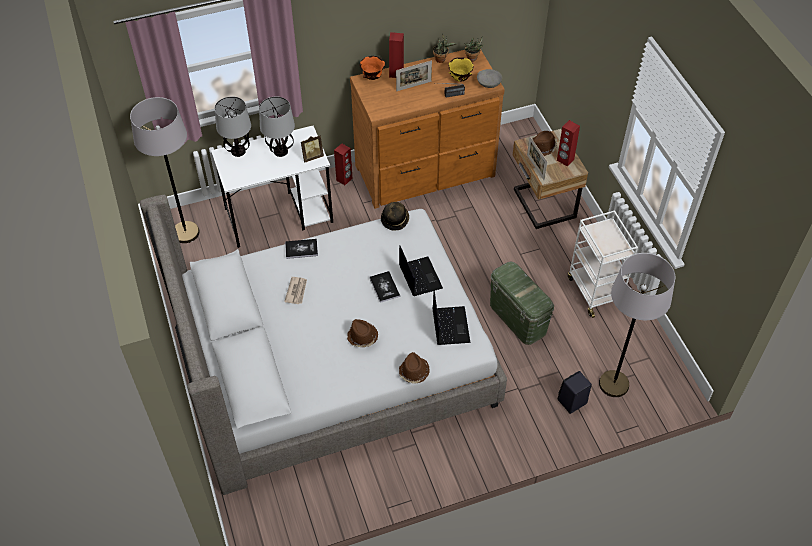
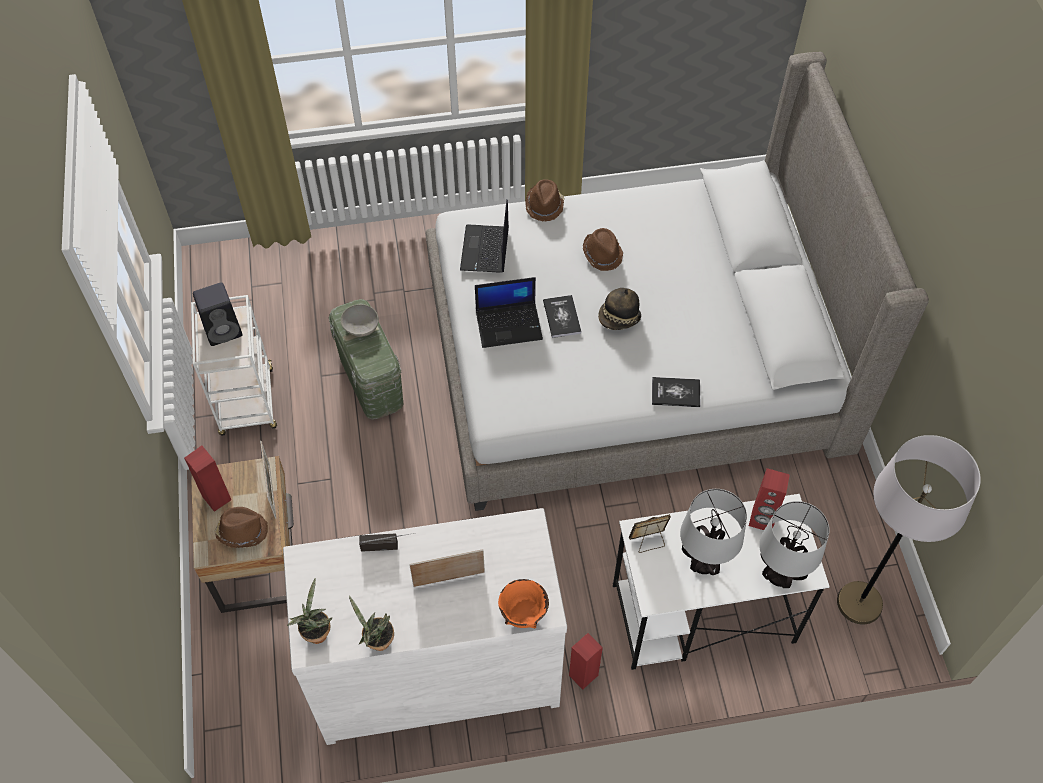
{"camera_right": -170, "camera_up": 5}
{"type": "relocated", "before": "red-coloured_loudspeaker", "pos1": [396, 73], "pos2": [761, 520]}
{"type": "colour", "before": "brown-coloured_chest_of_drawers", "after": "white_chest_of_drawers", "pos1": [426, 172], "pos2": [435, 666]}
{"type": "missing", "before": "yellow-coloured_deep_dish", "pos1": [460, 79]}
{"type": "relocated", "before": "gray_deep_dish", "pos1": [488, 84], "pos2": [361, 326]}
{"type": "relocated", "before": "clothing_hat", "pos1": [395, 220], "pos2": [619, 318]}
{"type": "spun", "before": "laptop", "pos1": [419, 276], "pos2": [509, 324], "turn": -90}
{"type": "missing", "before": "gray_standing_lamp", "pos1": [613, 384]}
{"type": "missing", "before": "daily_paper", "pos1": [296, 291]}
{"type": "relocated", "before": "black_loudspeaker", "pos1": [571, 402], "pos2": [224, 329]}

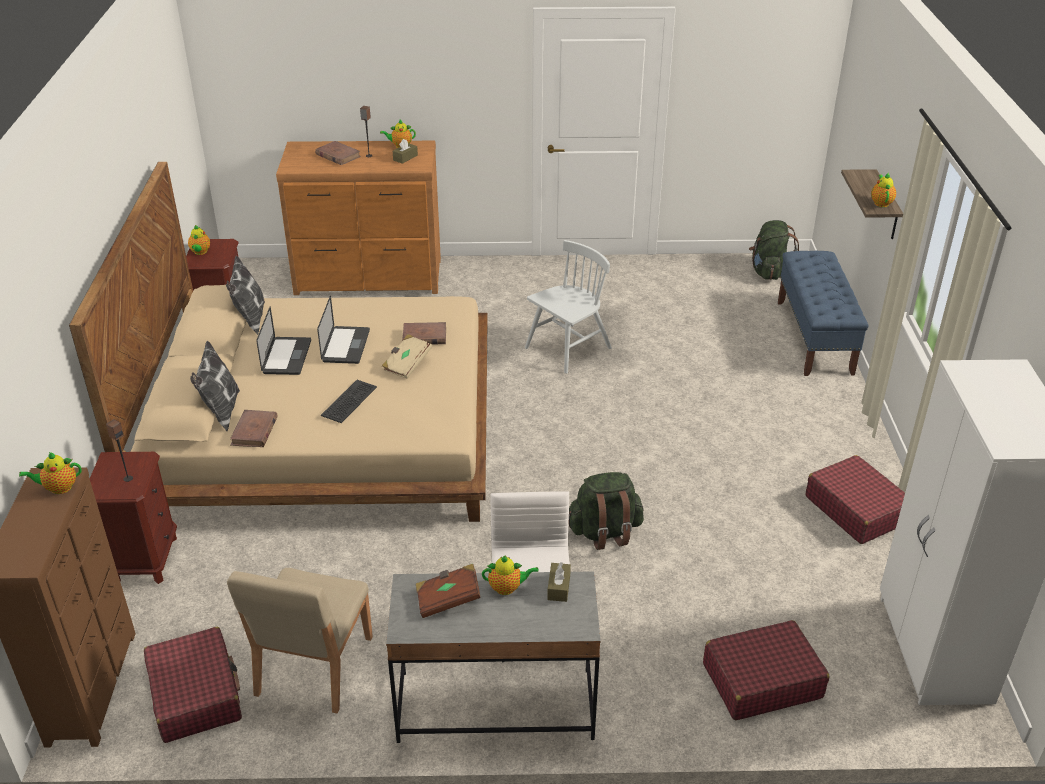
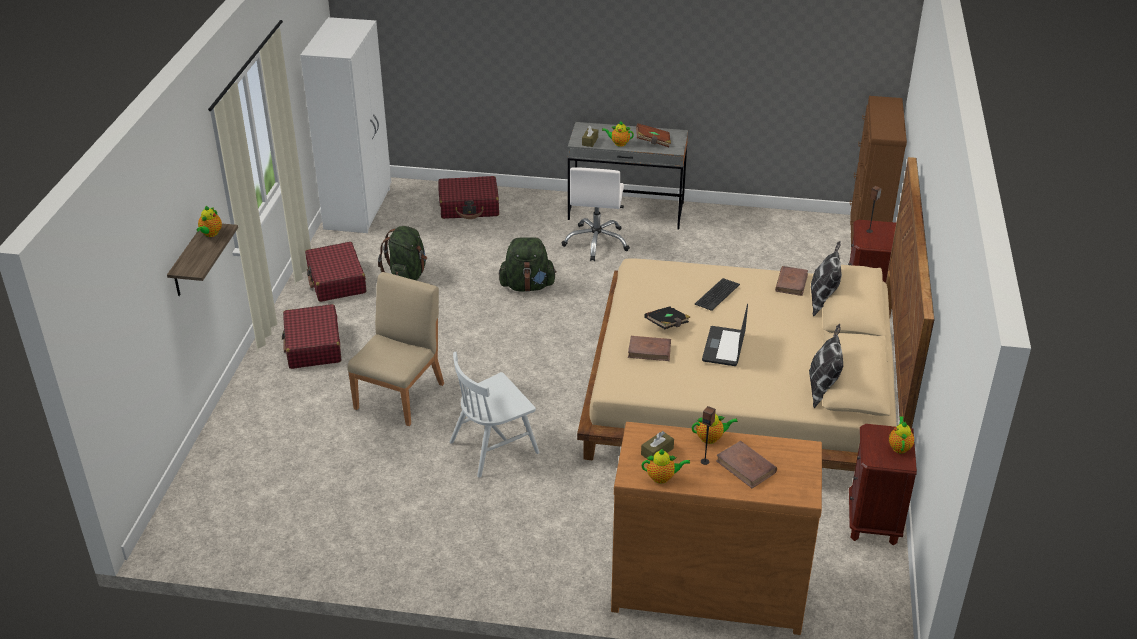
{"camera_right": -170, "camera_up": 0}
{"type": "relocated", "before": "greenish_backpack", "pos1": [769, 272], "pos2": [407, 276]}
{"type": "missing", "before": "blue-coloured_indoor_bench", "pos1": [814, 337]}
{"type": "missing", "before": "laptop", "pos1": [287, 357]}
{"type": "colour", "before": "beige_volume", "after": "black_volume", "pos1": [407, 364], "pos2": [667, 325]}
{"type": "relocated", "before": "tea_pot", "pos1": [58, 488], "pos2": [711, 438]}
{"type": "relocated", "before": "beige_plain_chair", "pos1": [313, 667], "pos2": [400, 395]}
{"type": "relocated", "before": "red-coloured_travel_case", "pos1": [195, 694], "pos2": [313, 346]}

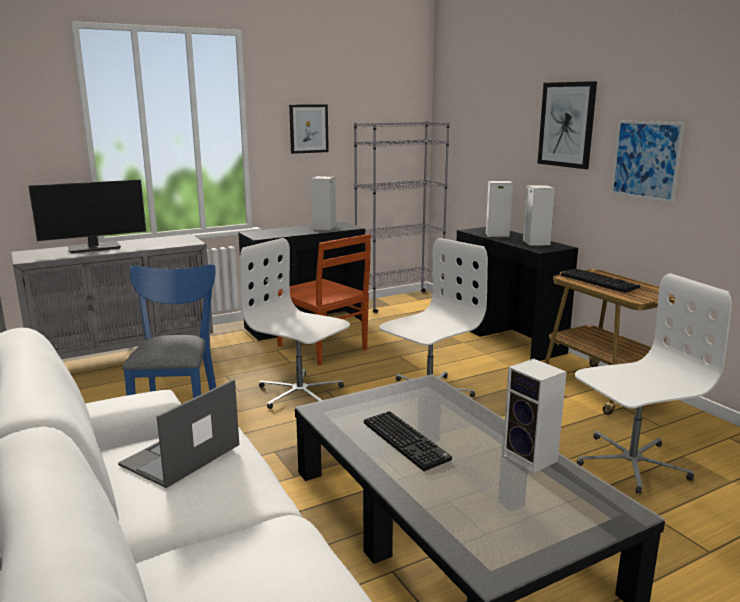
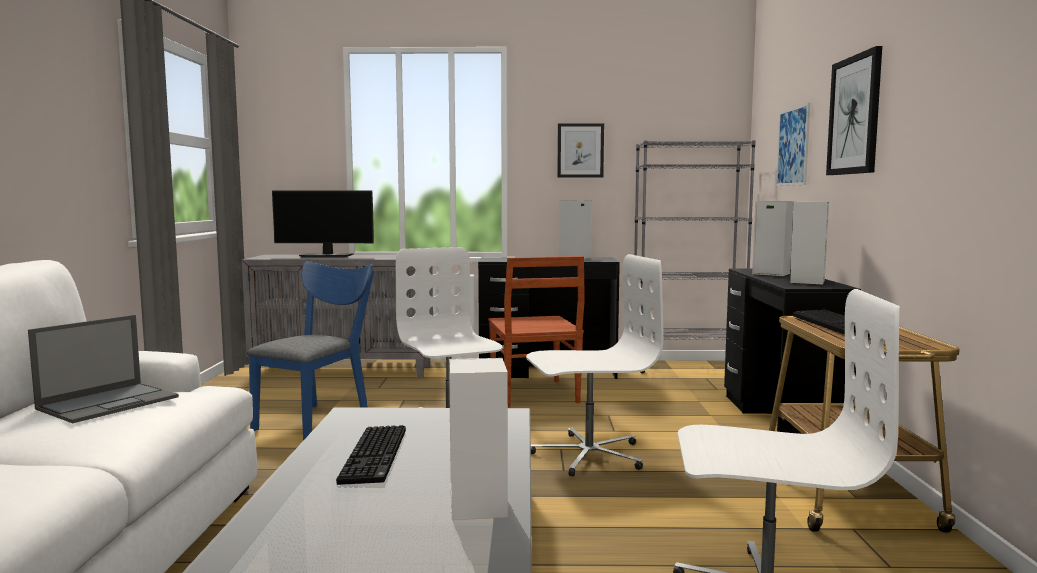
{"camera_right": 30, "camera_up": -10}
{"type": "relocated", "before": "picture", "pos1": [645, 160], "pos2": [793, 146]}
{"type": "spun", "before": "laptop", "pos1": [180, 456], "pos2": [110, 402], "turn": 150}

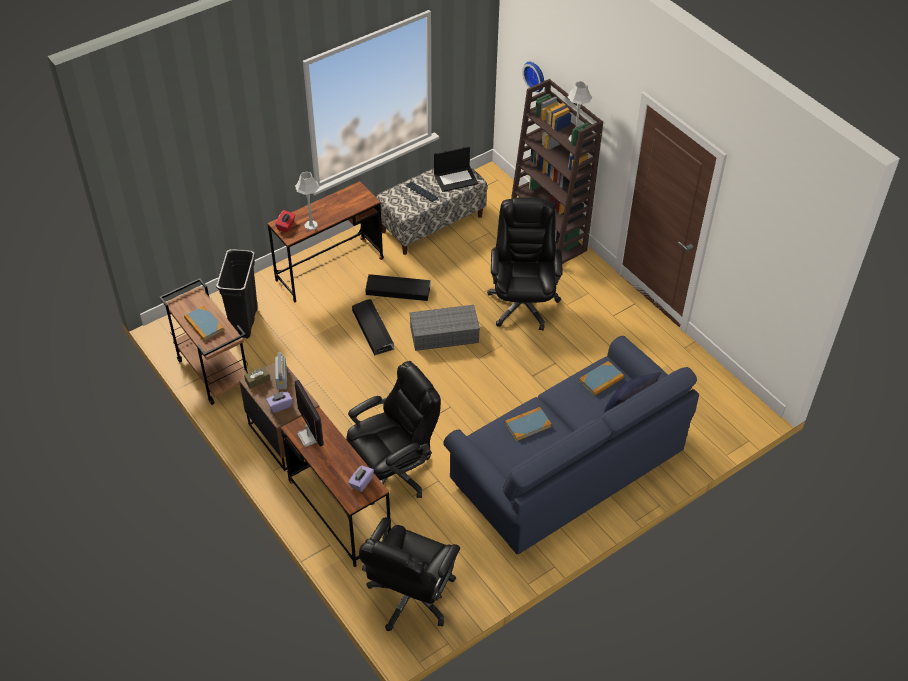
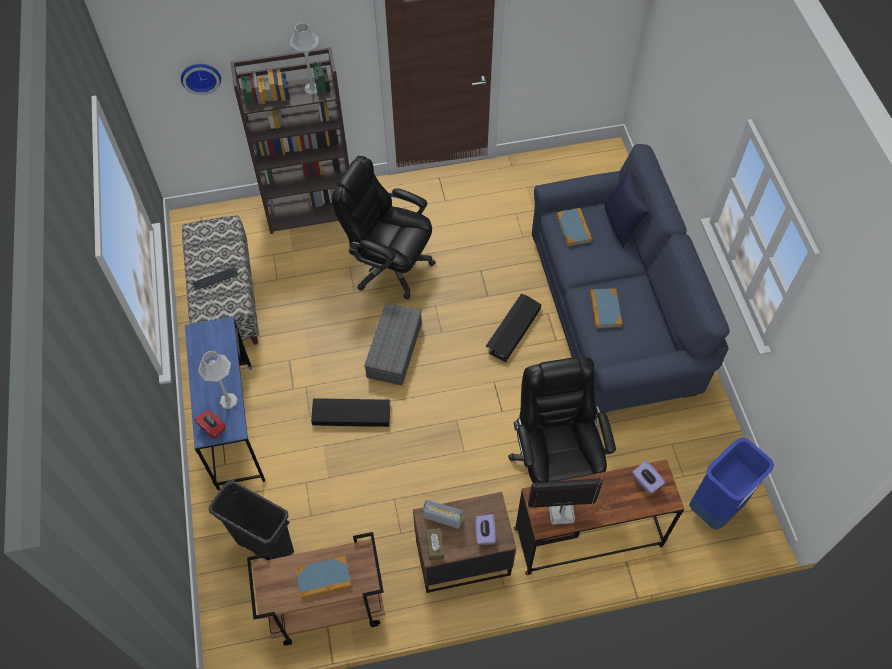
{"camera_right": -65, "camera_up": 10}
{"type": "missing", "before": "laptop", "pos1": [456, 179]}
{"type": "colour", "before": "brown-coloured_desk", "after": "blue-coloured_desk", "pos1": [329, 269], "pos2": [235, 426]}
{"type": "relocated", "before": "black_storage_box", "pos1": [398, 290], "pos2": [512, 330]}
{"type": "exchanged", "before": "black_office_chair", "after": "blue-coloured_trash_can", "pos1": [410, 597], "pos2": [715, 507]}

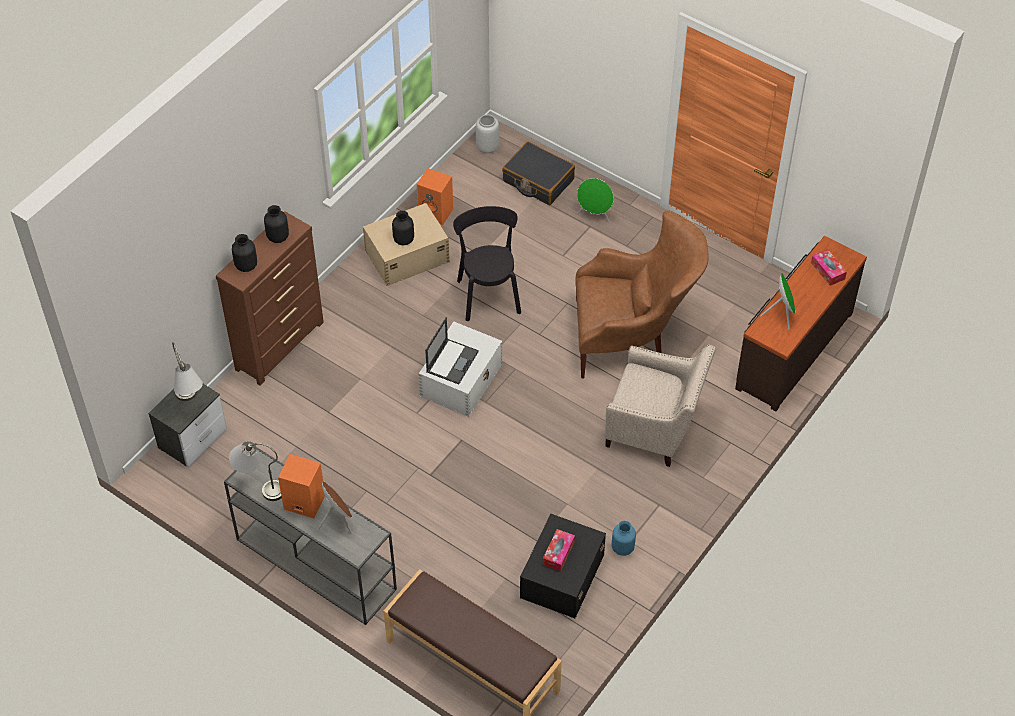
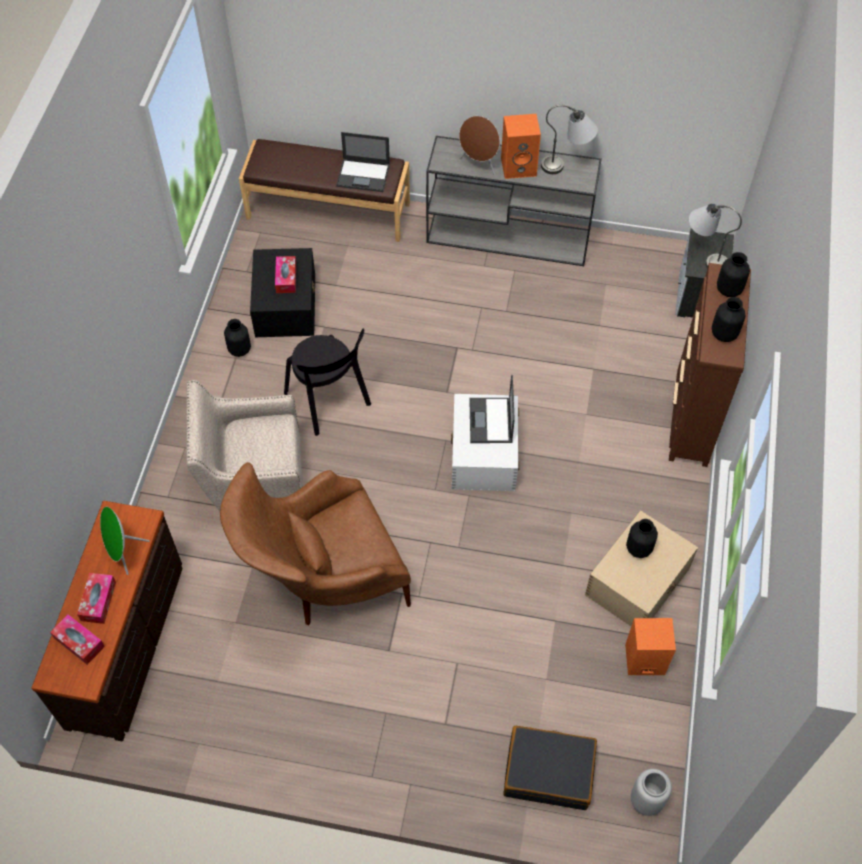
{"camera_right": 155, "camera_up": 5}
{"type": "missing", "before": "greenish_loudspeaker", "pos1": [595, 215]}
{"type": "relocated", "before": "black_plain_chair", "pos1": [488, 294], "pos2": [329, 402]}
{"type": "colour", "before": "blue-coloured_decorative_vase", "after": "black_decorative_vase", "pos1": [622, 548], "pos2": [239, 349]}
{"type": "appeared", "after": "laptop", "pos2": [364, 175]}
{"type": "appeared", "after": "tissue_box", "pos2": [98, 601]}

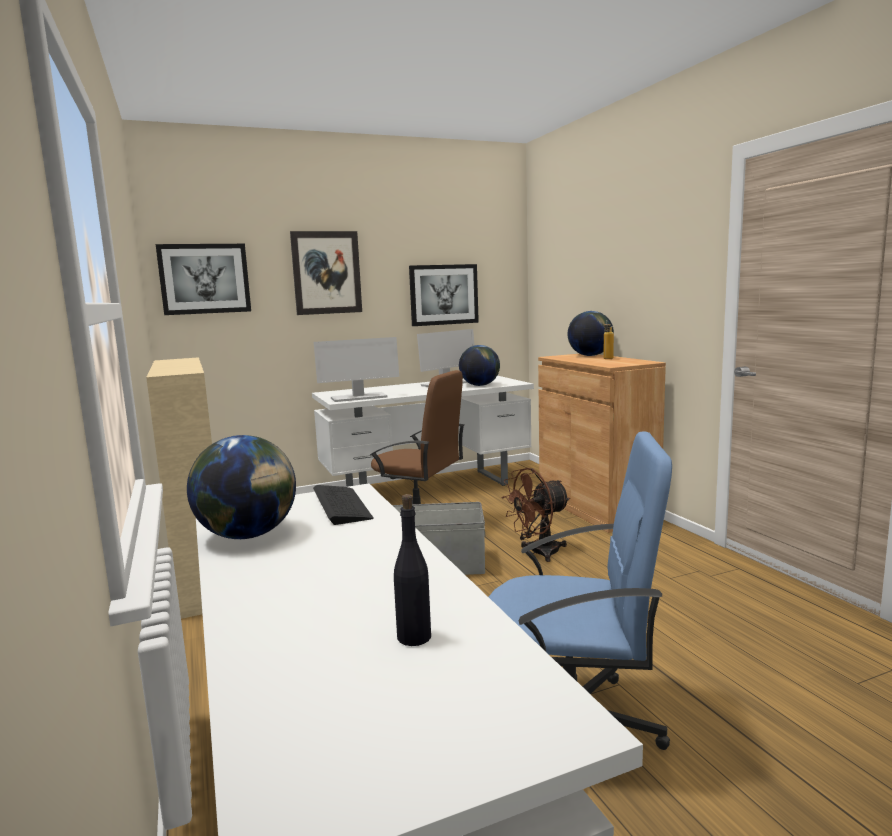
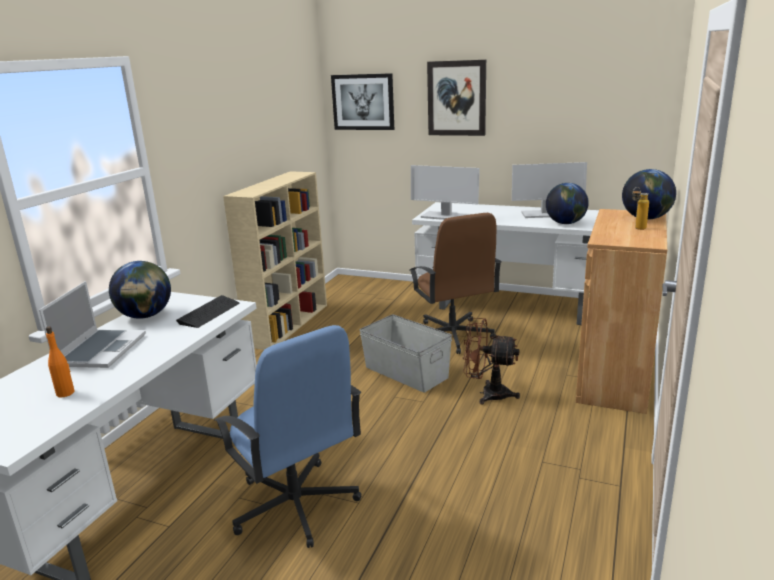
{"camera_right": 45, "camera_up": 10}
{"type": "missing", "before": "picture", "pos1": [443, 294]}
{"type": "colour", "before": "black_bottle", "after": "orange_bottle", "pos1": [414, 637], "pos2": [65, 393]}
{"type": "appeared", "after": "laptop", "pos2": [101, 350]}

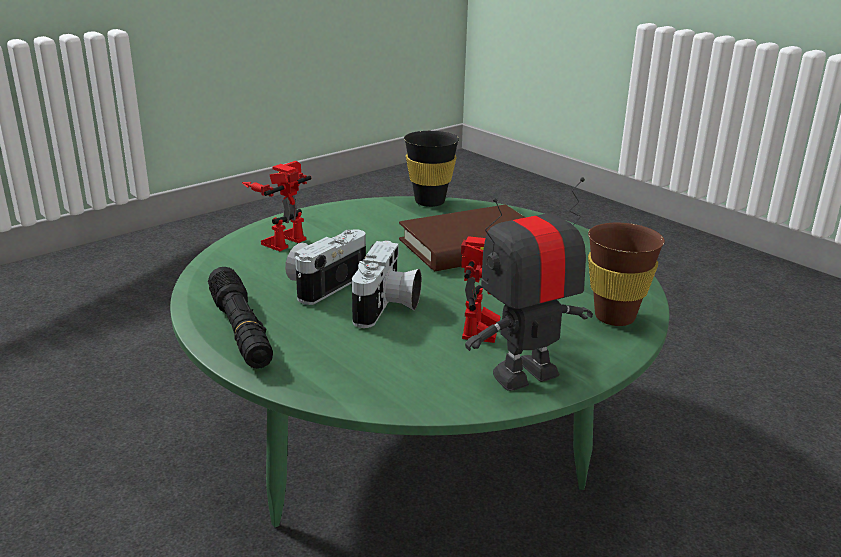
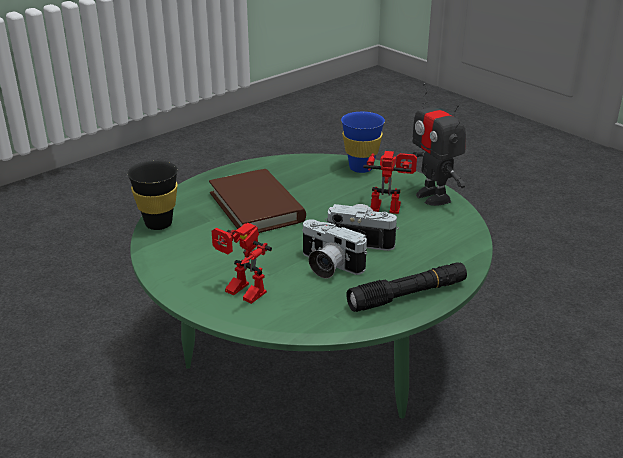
{"camera_right": -90, "camera_up": 5}
{"type": "colour", "before": "brown-coloured_drinking_cup", "after": "blue-coloured_drinking_cup", "pos1": [614, 317], "pos2": [361, 168]}

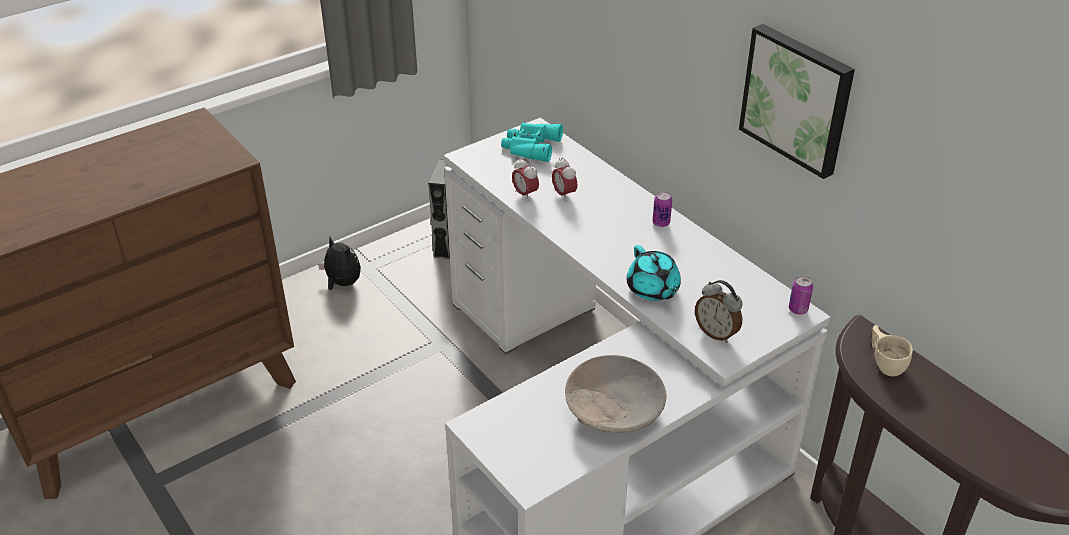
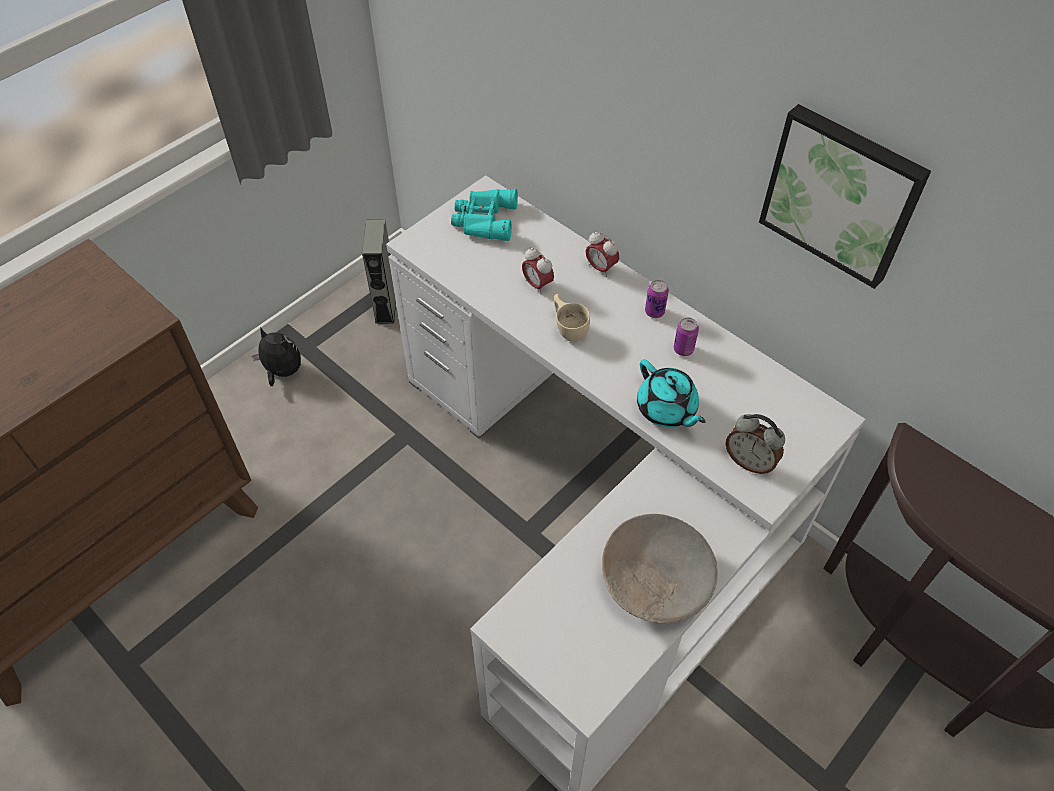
{"camera_right": -10, "camera_up": 15}
{"type": "relocated", "before": "bedside_clock", "pos1": [525, 194], "pos2": [600, 268]}
{"type": "relocated", "before": "can", "pos1": [798, 309], "pos2": [683, 349]}
{"type": "relocated", "before": "beige_drinking_cup", "pos1": [885, 362], "pos2": [569, 328]}

